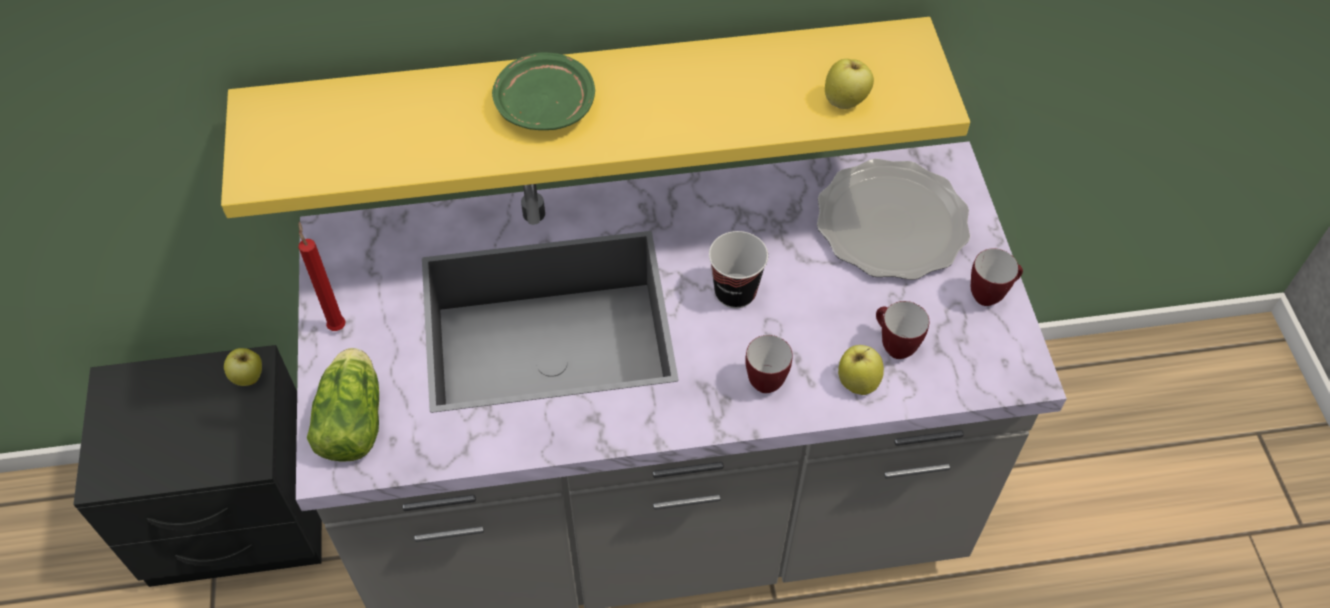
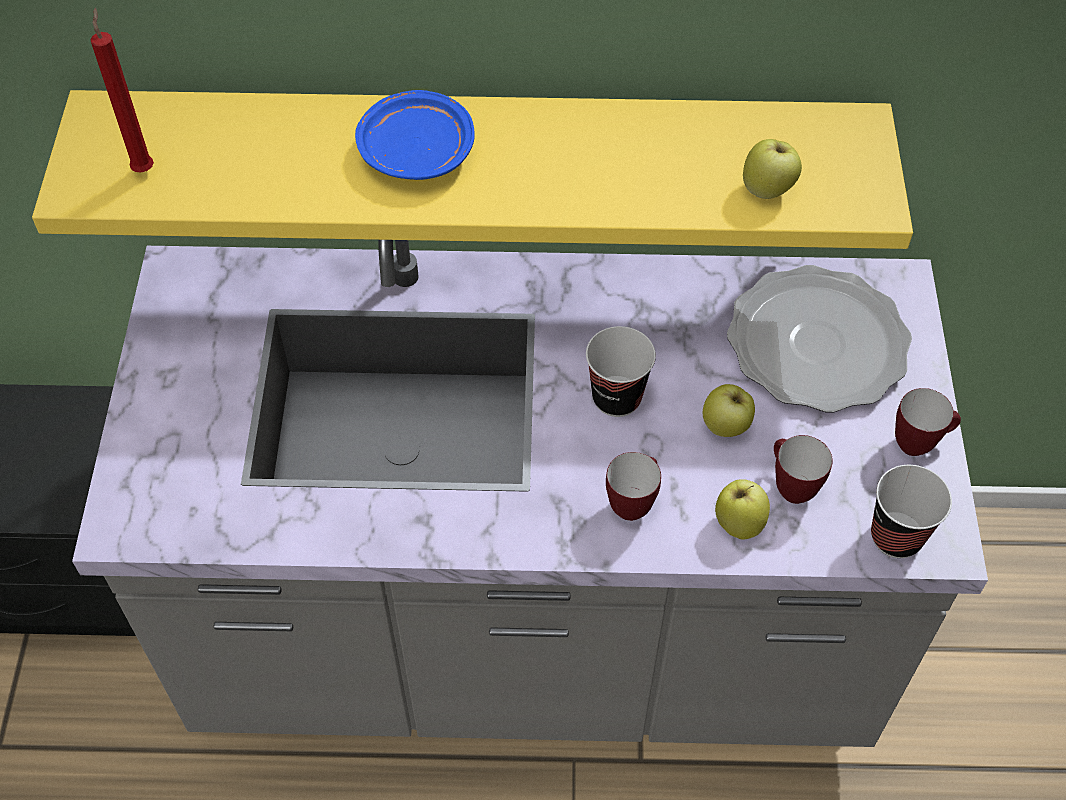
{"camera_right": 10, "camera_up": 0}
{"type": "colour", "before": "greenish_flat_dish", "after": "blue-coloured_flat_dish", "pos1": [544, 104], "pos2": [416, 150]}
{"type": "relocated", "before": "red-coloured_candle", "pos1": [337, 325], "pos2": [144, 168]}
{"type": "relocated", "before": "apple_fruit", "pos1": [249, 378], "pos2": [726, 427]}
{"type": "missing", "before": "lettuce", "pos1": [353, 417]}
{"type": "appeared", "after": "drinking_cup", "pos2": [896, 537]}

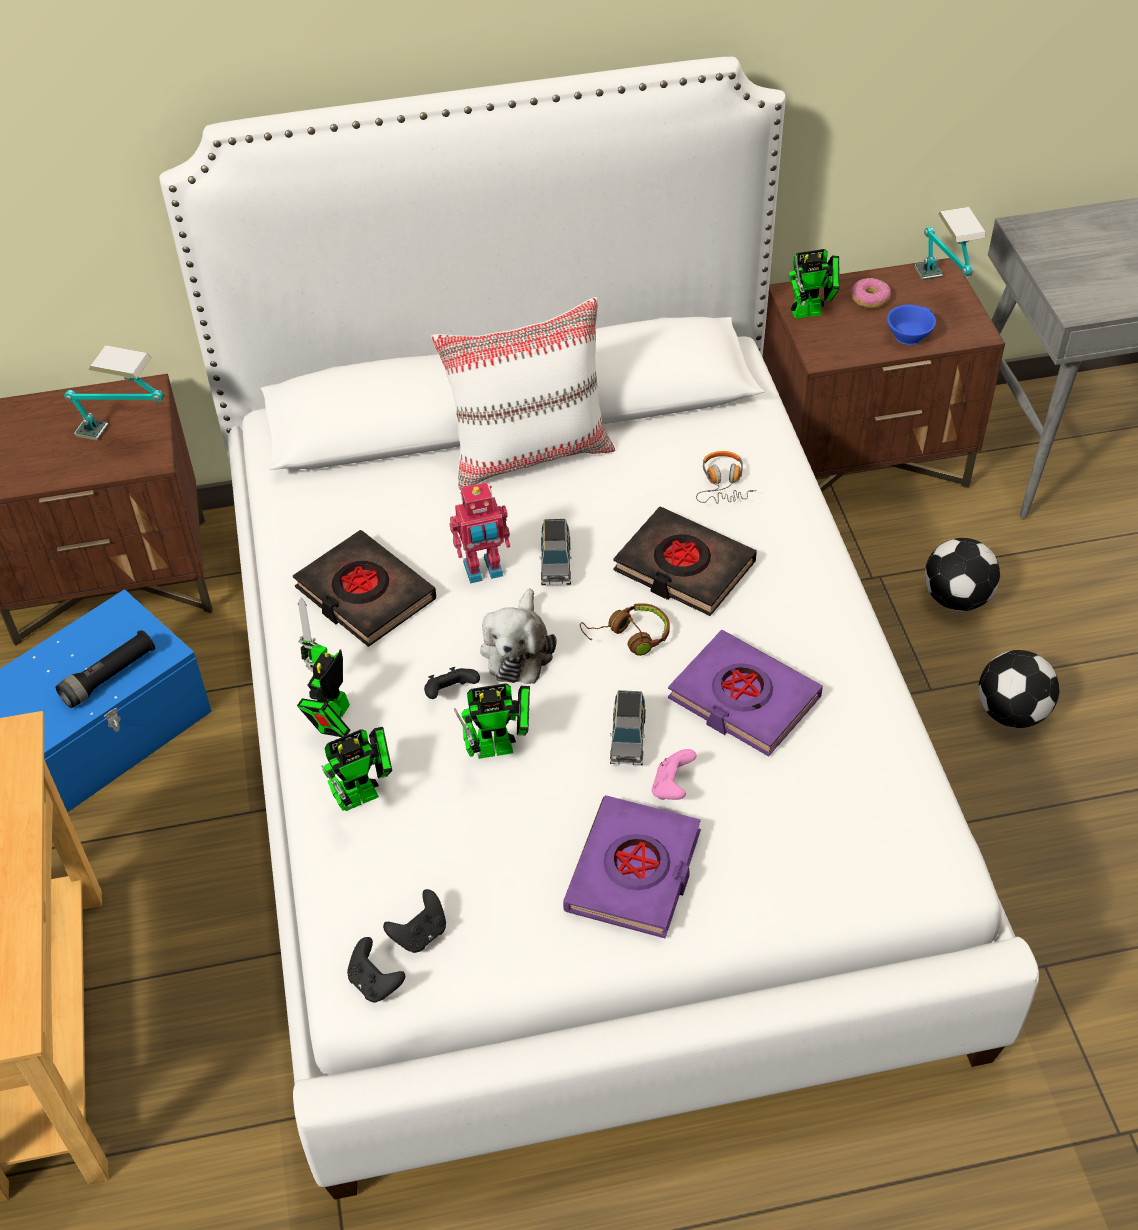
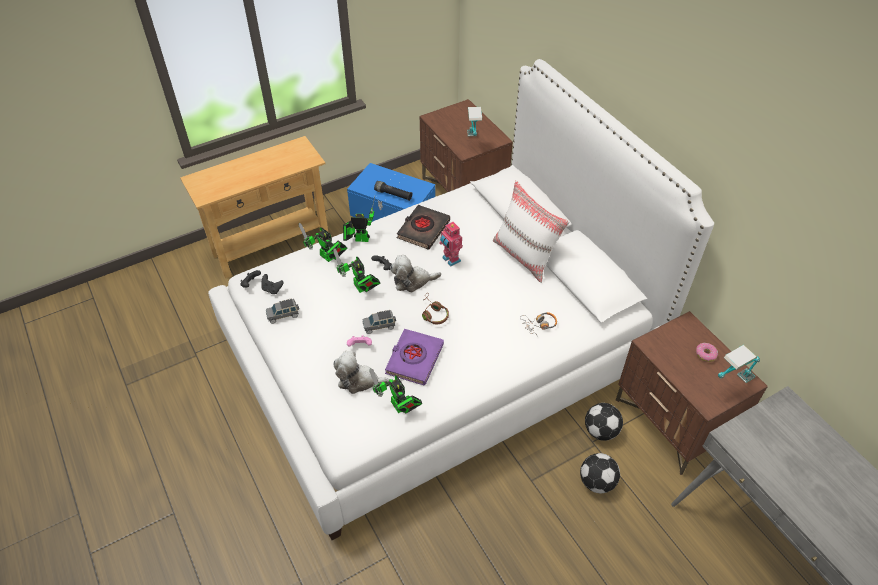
{"camera_right": 70, "camera_up": 0}
{"type": "relocated", "before": "model_robot", "pos1": [811, 312], "pos2": [399, 408]}
{"type": "missing", "before": "blue-coloured_drinking_cup", "pos1": [908, 334]}
{"type": "missing", "before": "black_volume", "pos1": [683, 568]}
{"type": "relocated", "before": "gray_toy_car", "pos1": [555, 564], "pos2": [283, 315]}
{"type": "relocated", "before": "football", "pos1": [1010, 712], "pos2": [600, 430]}
{"type": "missing", "before": "purple_volume", "pos1": [634, 872]}
{"type": "appeared", "after": "soft_toy", "pos2": [359, 380]}

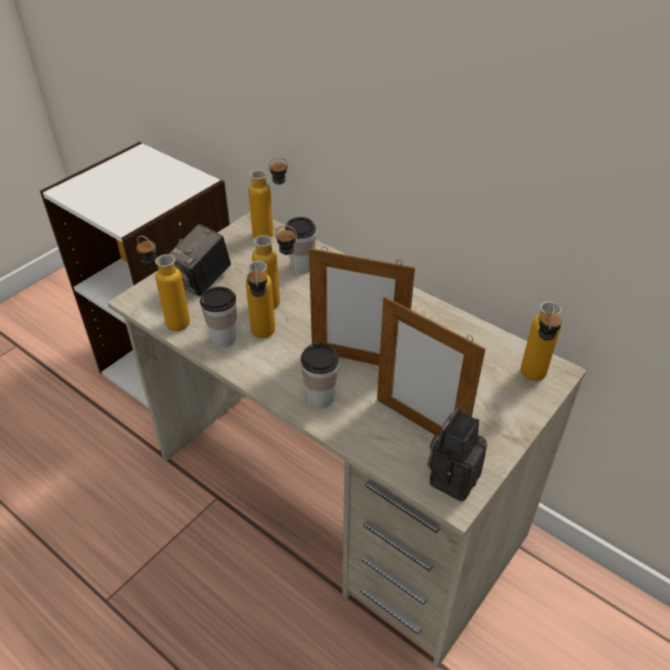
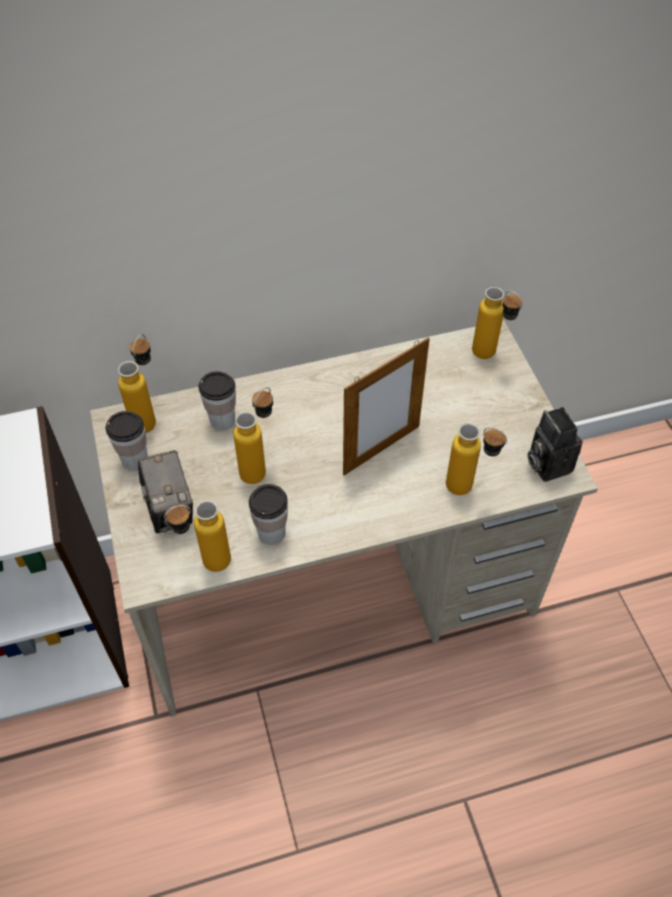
{"camera_right": -55, "camera_up": 10}
{"type": "relocated", "before": "bottle", "pos1": [263, 338], "pos2": [469, 490]}
{"type": "missing", "before": "photo_frame", "pos1": [419, 424]}
{"type": "relocated", "before": "drinking_cup", "pos1": [320, 398], "pos2": [135, 460]}

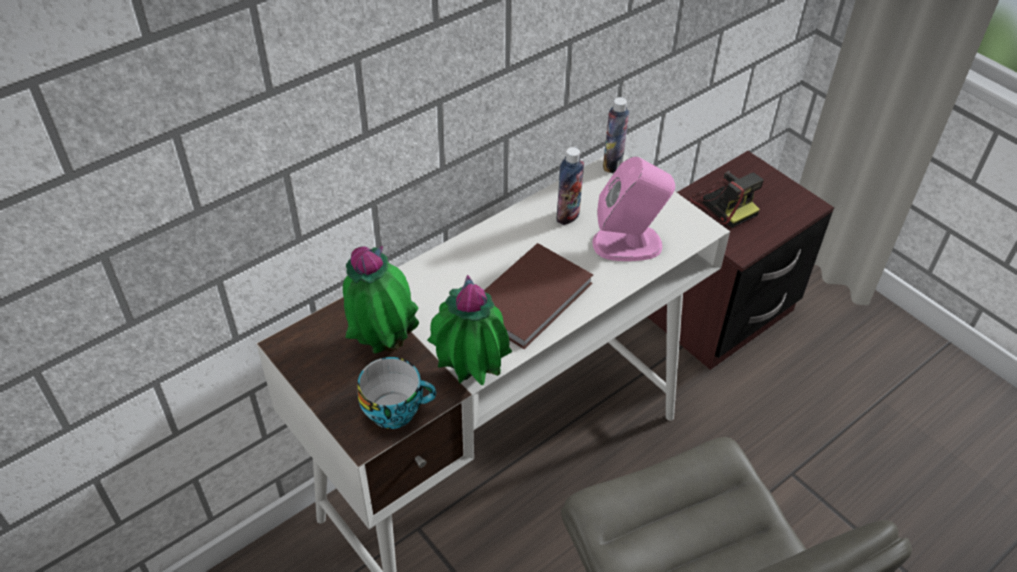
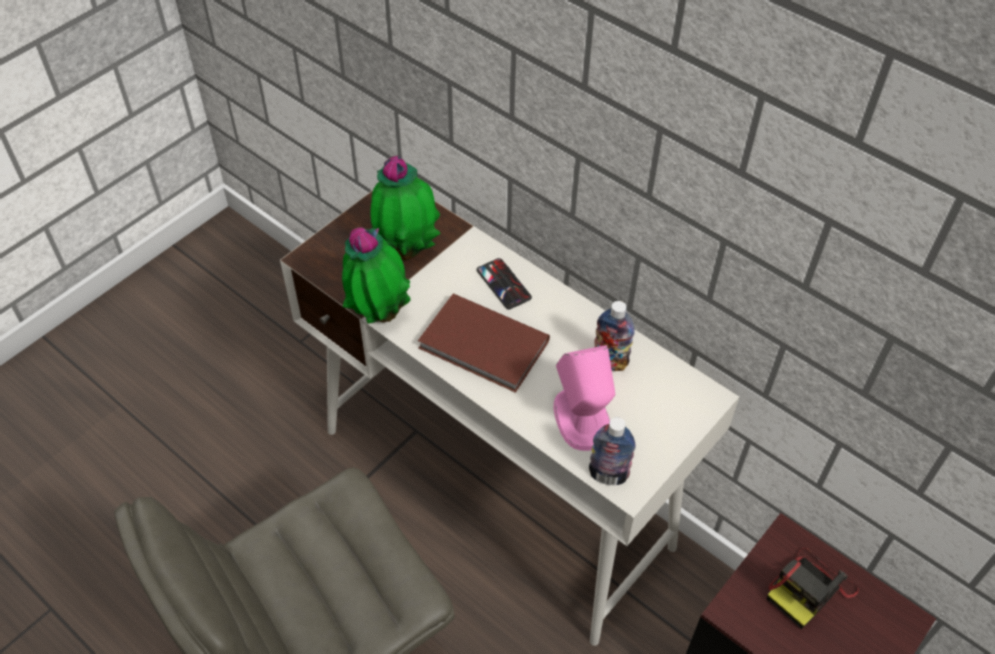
{"camera_right": 80, "camera_up": 5}
{"type": "relocated", "before": "bottle", "pos1": [612, 164], "pos2": [608, 475]}
{"type": "missing", "before": "drinking_cup", "pos1": [396, 409]}
{"type": "appeared", "after": "phone", "pos2": [504, 284]}

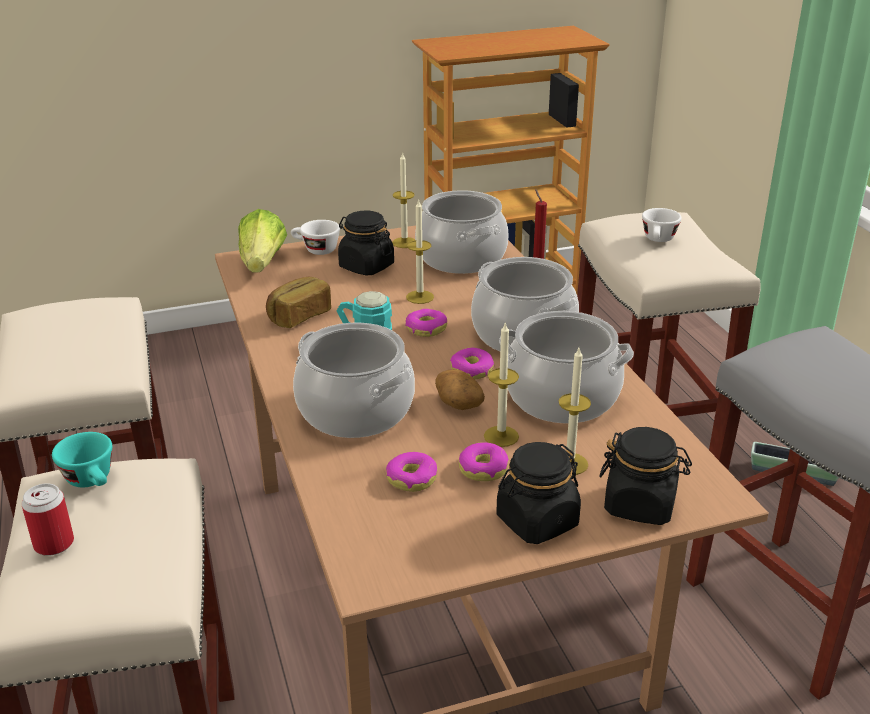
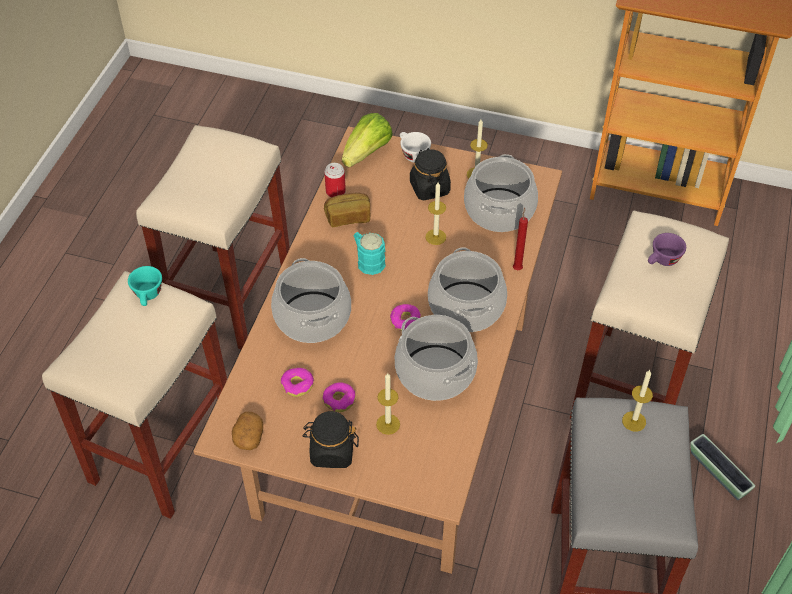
{"camera_right": 35, "camera_up": 20}
{"type": "colour", "before": "white_drinking_cup", "after": "purple_drinking_cup", "pos1": [659, 240], "pos2": [662, 261]}
{"type": "missing", "before": "doughnut", "pos1": [426, 329]}
{"type": "relocated", "before": "candle", "pos1": [501, 436], "pos2": [634, 421]}
{"type": "relocated", "before": "spud", "pos1": [458, 402], "pos2": [248, 436]}
{"type": "missing", "before": "black_jar", "pos1": [640, 505]}
{"type": "relocated", "before": "can", "pos1": [54, 544], "pos2": [335, 191]}

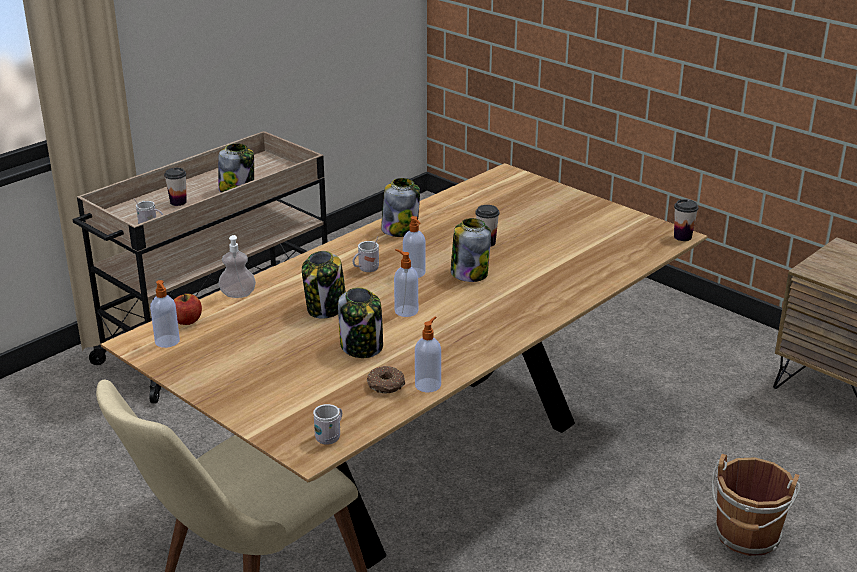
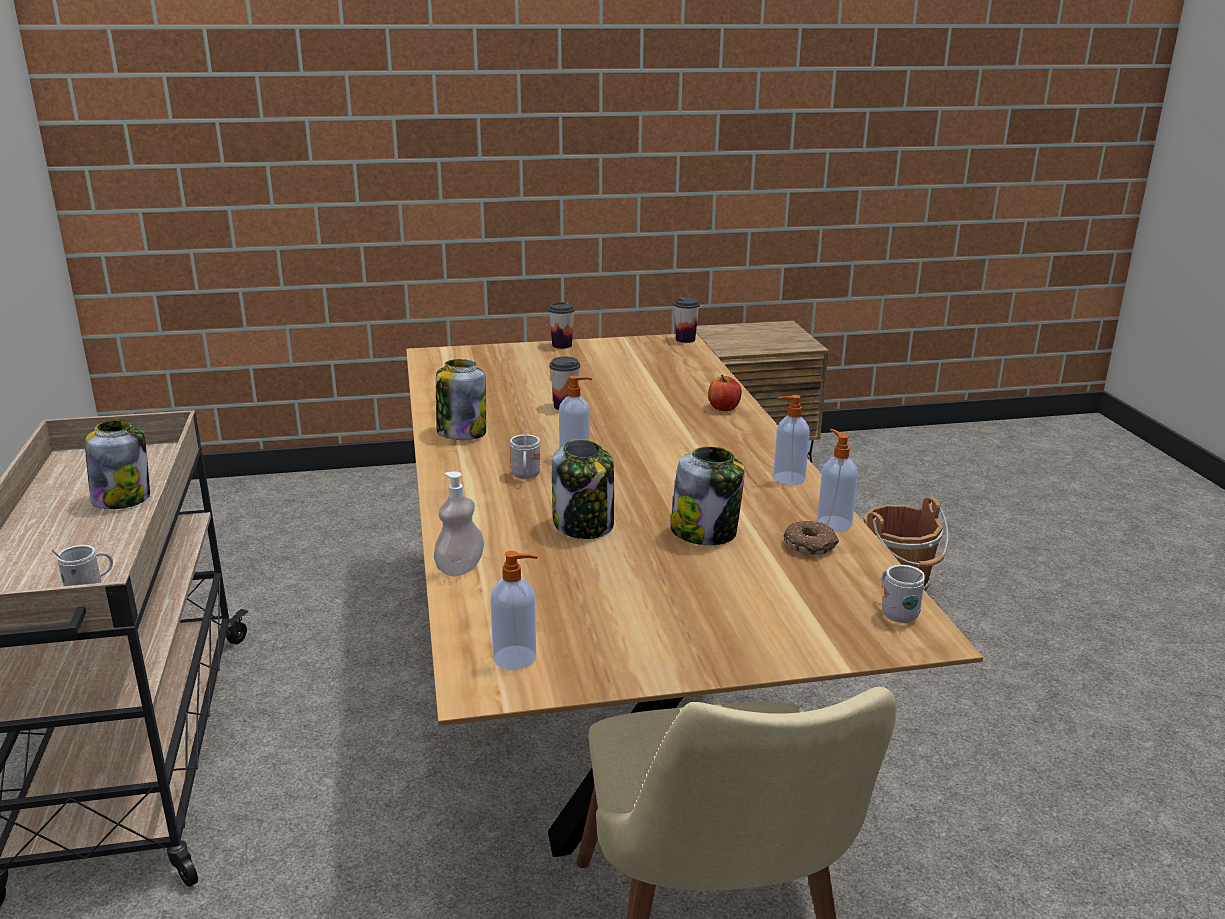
{"camera_right": -55, "camera_up": -5}
{"type": "relocated", "before": "drinking_cup", "pos1": [178, 202], "pos2": [562, 345]}
{"type": "missing", "before": "jar", "pos1": [469, 273]}
{"type": "relocated", "before": "soap_dispenser", "pos1": [405, 311], "pos2": [787, 478]}
{"type": "relocated", "before": "apple_fruit", "pos1": [187, 321], "pos2": [724, 408]}

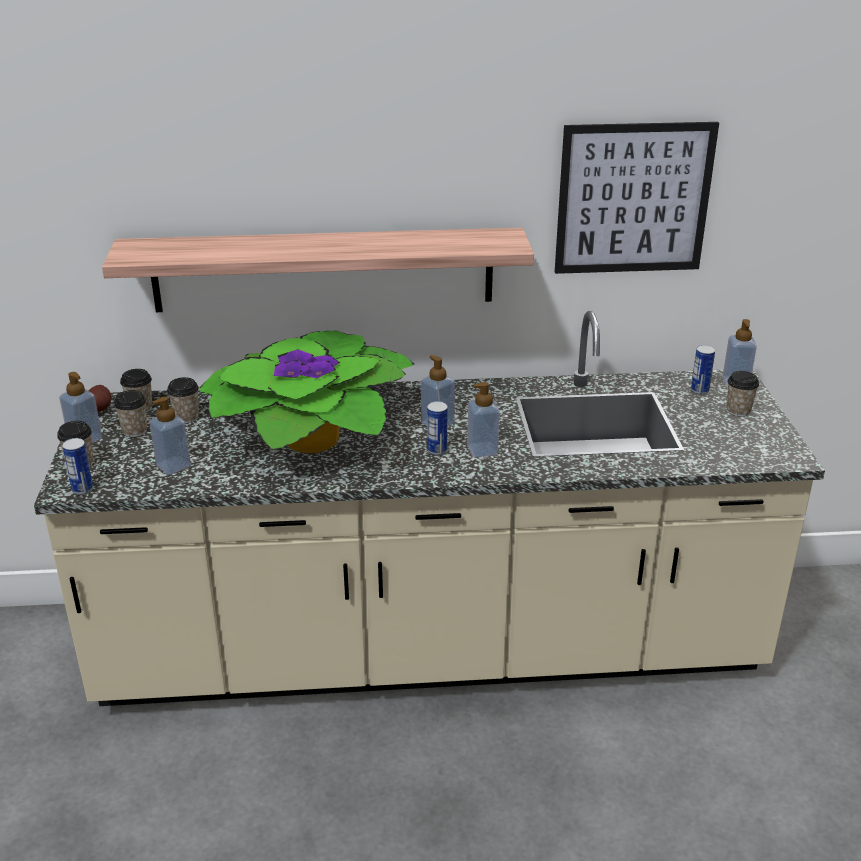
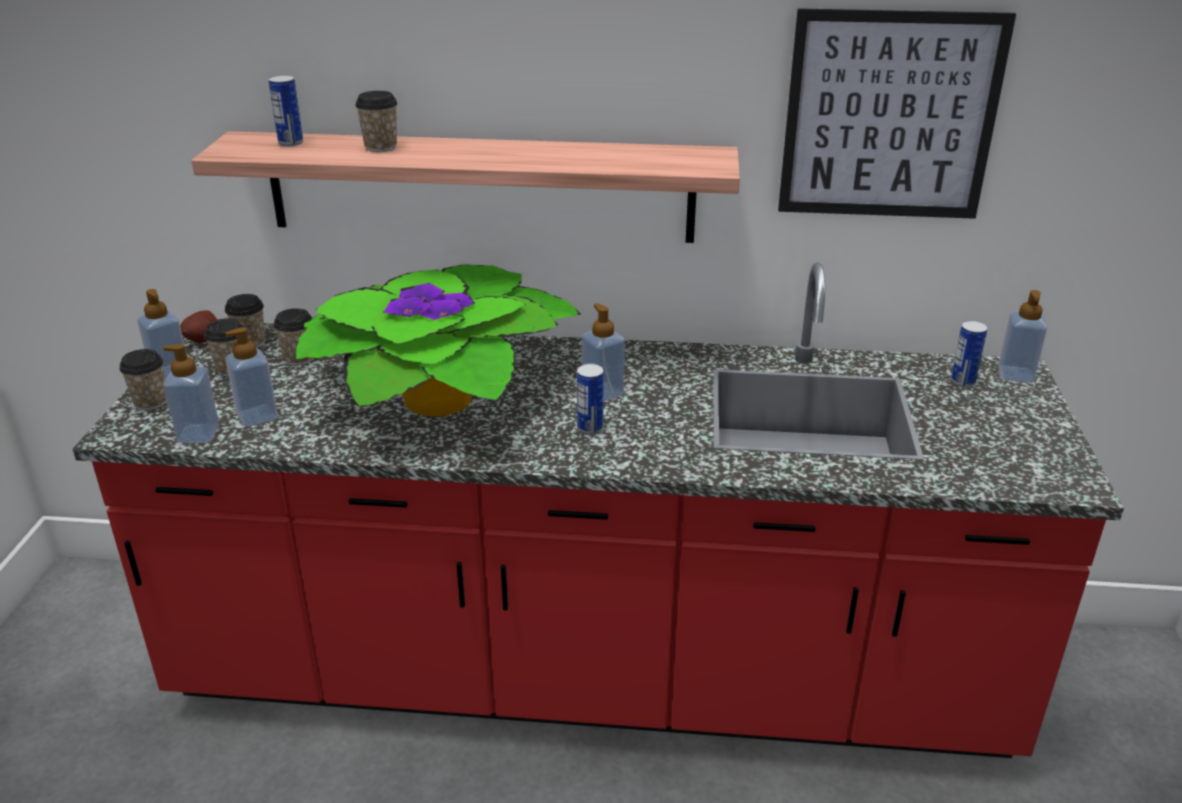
{"camera_right": 10, "camera_up": 0}
{"type": "colour", "before": "beige_kitchen_counter", "after": "red-coloured_kitchen_counter", "pos1": [430, 650], "pos2": [591, 675]}
{"type": "relocated", "before": "drinking_cup", "pos1": [738, 410], "pos2": [381, 147]}
{"type": "relocated", "before": "soap_dispenser", "pos1": [482, 450], "pos2": [198, 434]}
{"type": "relocated", "before": "can", "pos1": [82, 489], "pos2": [291, 143]}

